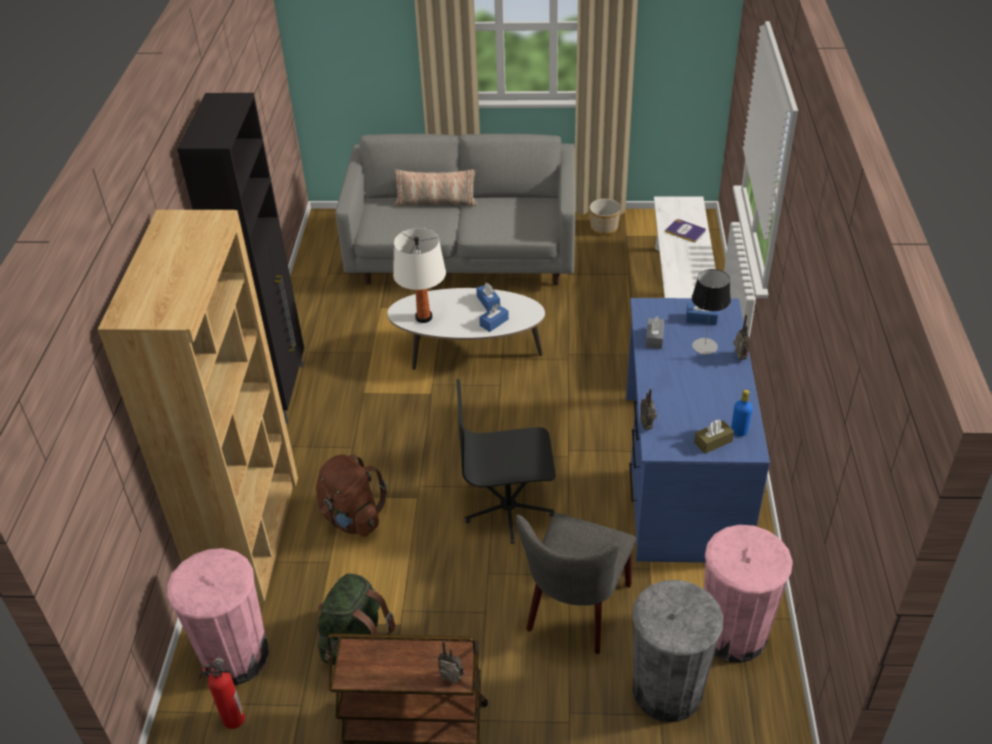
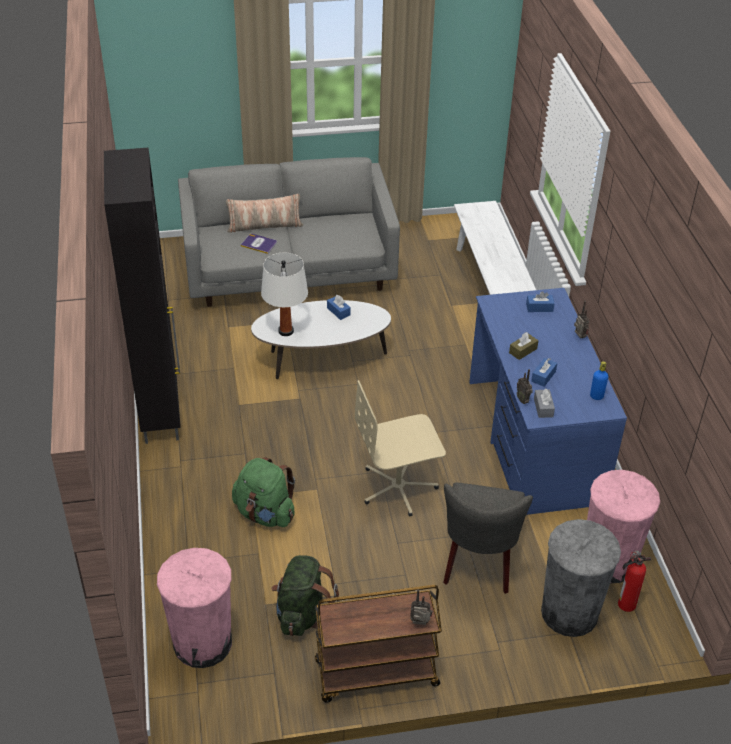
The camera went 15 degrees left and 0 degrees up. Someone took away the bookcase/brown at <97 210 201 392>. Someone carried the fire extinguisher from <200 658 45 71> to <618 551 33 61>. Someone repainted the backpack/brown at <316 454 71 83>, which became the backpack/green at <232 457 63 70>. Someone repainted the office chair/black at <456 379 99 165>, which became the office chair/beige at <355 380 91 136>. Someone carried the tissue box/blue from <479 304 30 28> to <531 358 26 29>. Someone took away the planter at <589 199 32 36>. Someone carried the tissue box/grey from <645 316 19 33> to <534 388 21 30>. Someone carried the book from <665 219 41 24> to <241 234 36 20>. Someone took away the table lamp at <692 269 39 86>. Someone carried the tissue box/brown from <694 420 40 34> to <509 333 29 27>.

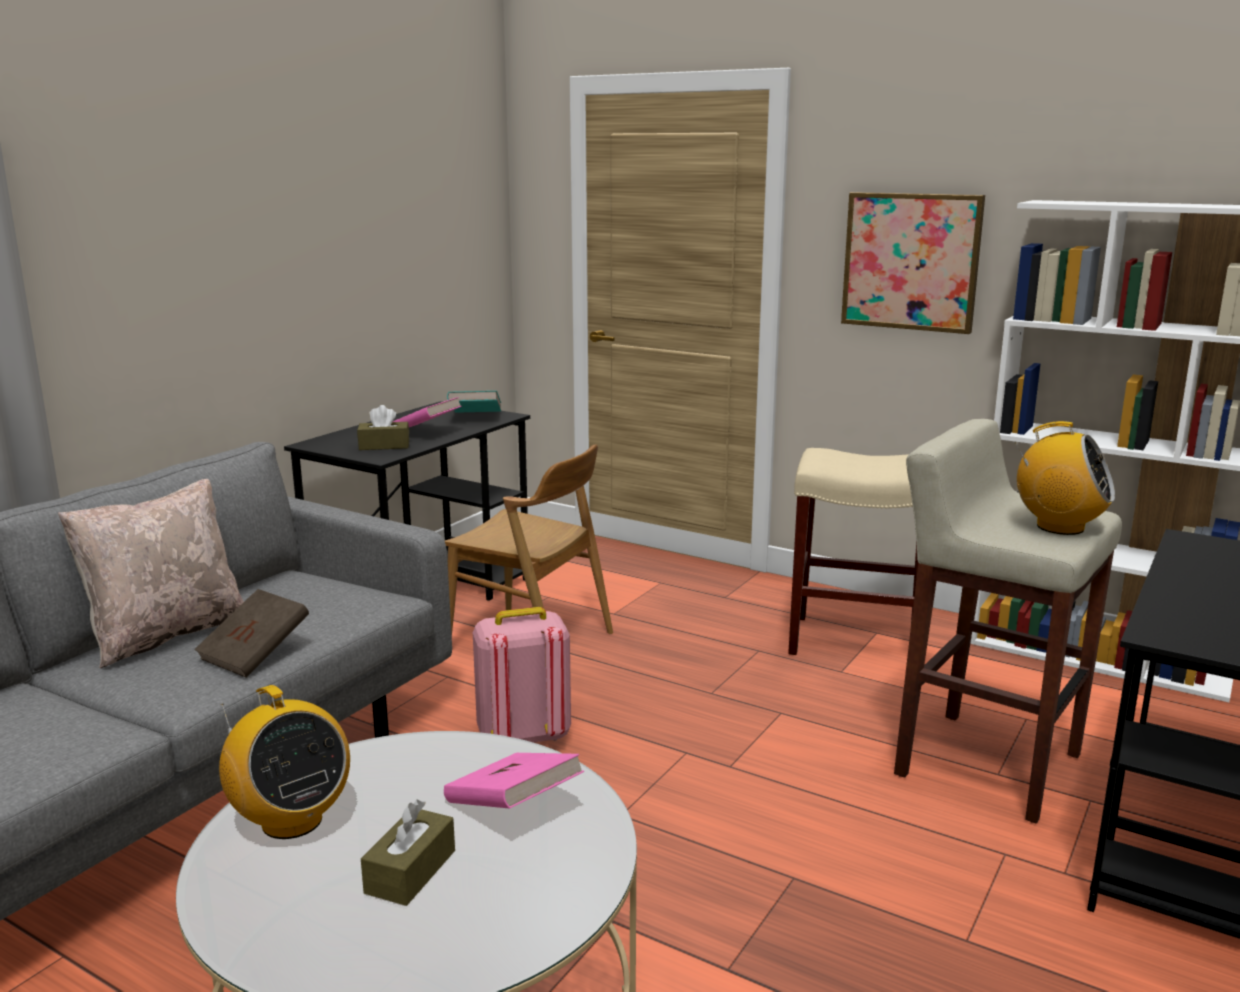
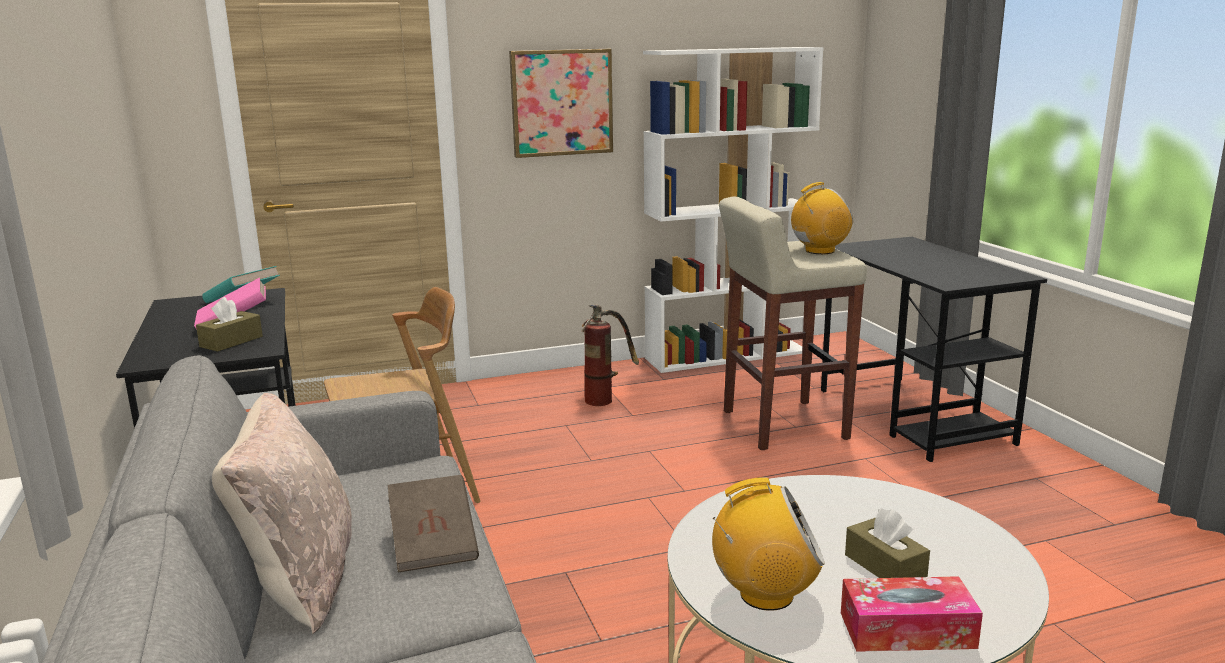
The camera went 50 degrees left and 0 degrees up. Someone took away the book/pink at <444 753 140 56>. Someone took away the backpack/pink at <473 607 98 136>. Someone swapped the stool/beige at <788 448 130 207> for the fire extinguisher at <581 305 58 101>. Someone put down the tissue box at <841 576 142 76>.

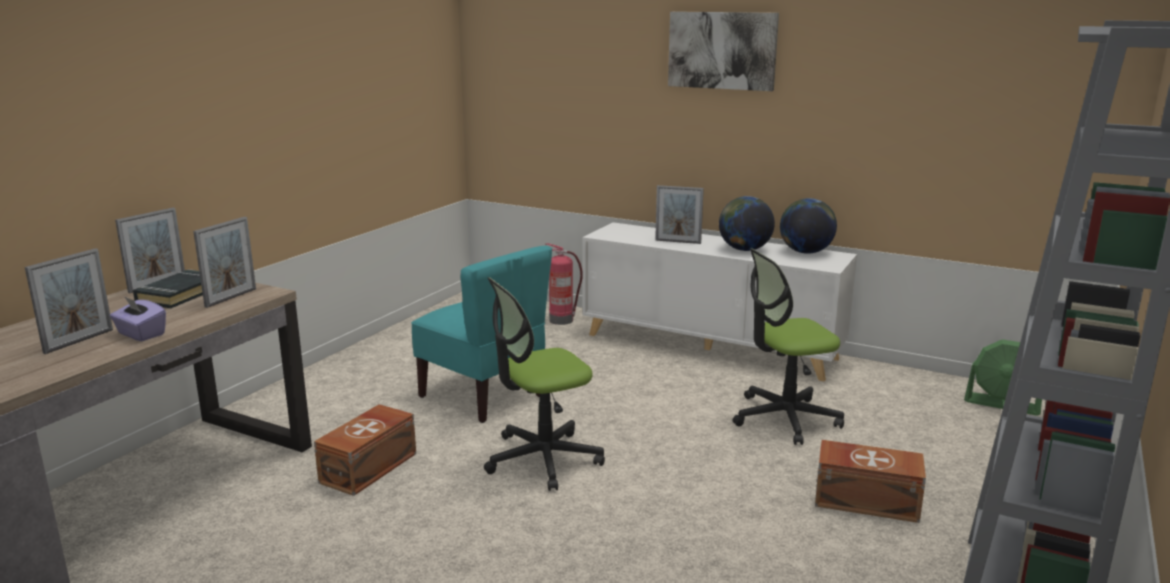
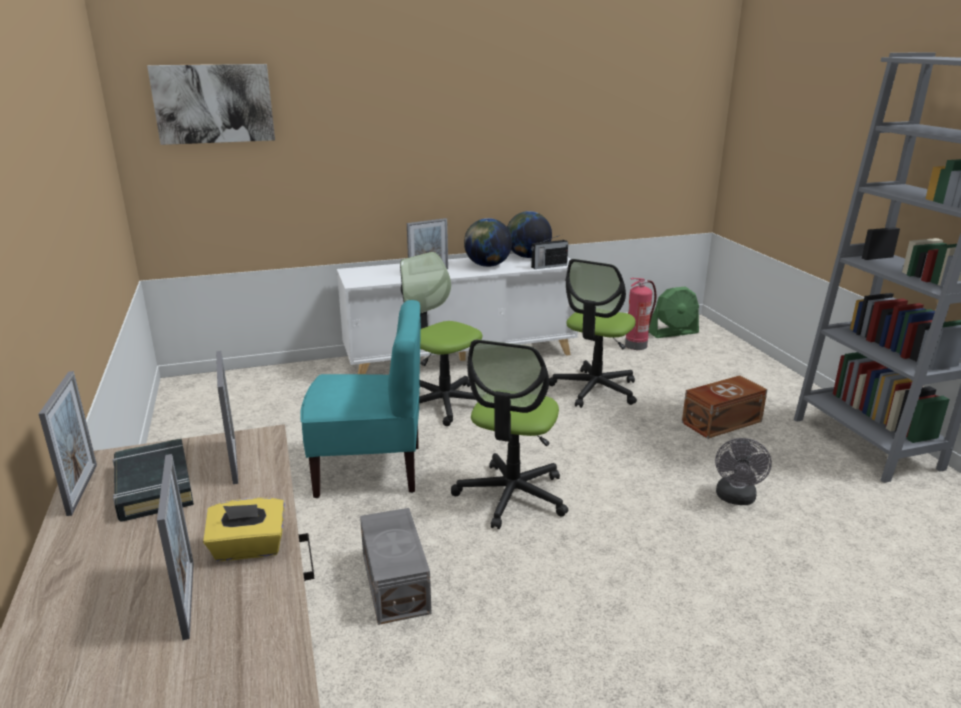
The camera went 45 degrees left and 5 degrees up. Someone repainted the tissue box/purple at <110 296 56 45>, which became the tissue box/yellow at <203 498 82 63>. Someone repainted the storage box/brown at <314 404 102 92>, which became the storage box/grey at <360 508 72 117>. Someone carried the fire extinguisher from <545 243 38 82> to <625 278 31 72>. Someone carried the picture from <668 12 111 79> to <147 64 128 81>. Someone put down the office chair at <400 252 82 174>. Someone put down the radio at <531 234 37 35>. Someone put down the fan/grey at <715 438 57 67>.

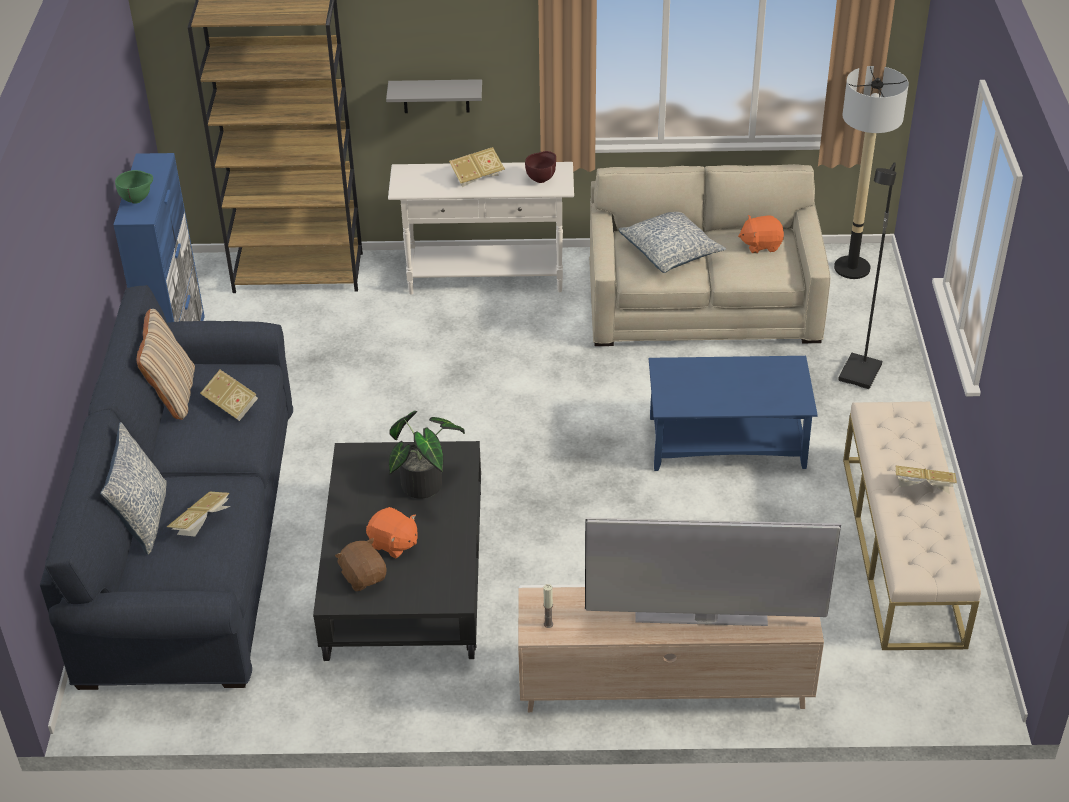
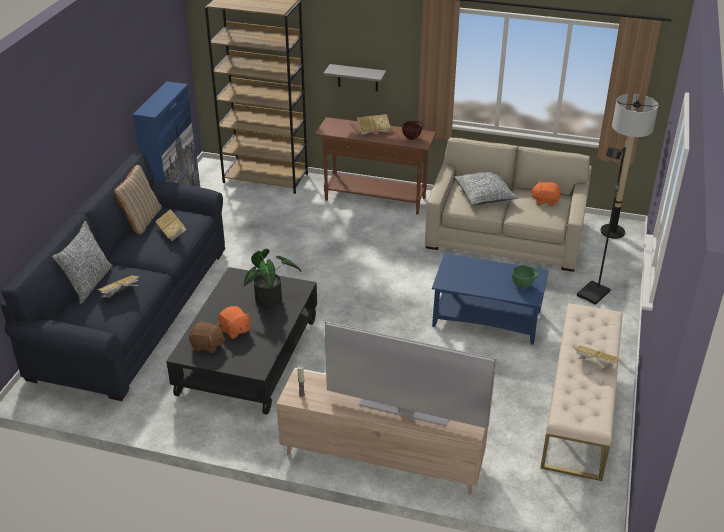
The camera went 15 degrees right and 5 degrees down. Someone carried the bowl/green from <115 170 38 34> to <512 265 27 23>. Someone rotated the plush toy/brown at <335 538 51 53> by 120 degrees clockwise. Someone repainted the console table/white at <388 162 186 132>, which became the console table/brown at <315 117 122 98>.

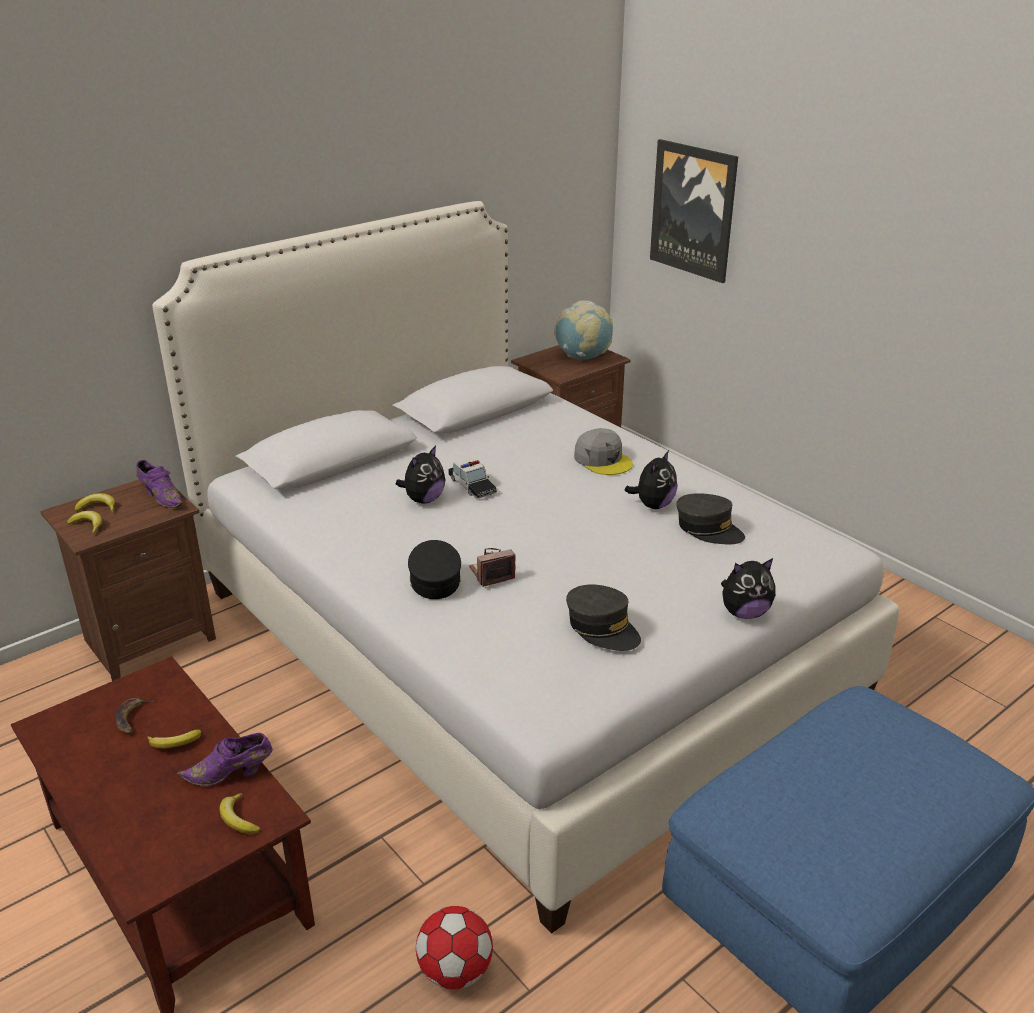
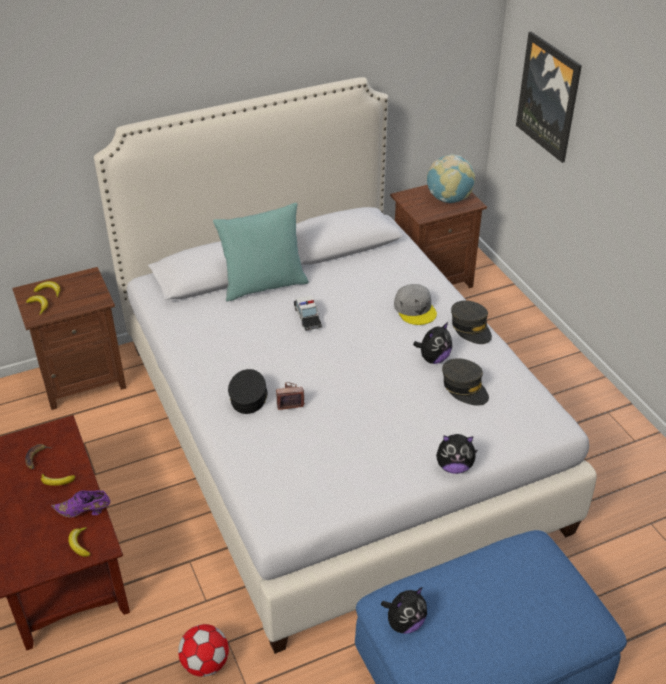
The camera went 15 degrees right and 10 degrees up. Someone took away the shoe/purple at <136 460 46 48>. Someone carried the plush toy from <396 445 49 59> to <381 587 46 47>. Someone carried the cap/grey from <566 584 75 67> to <451 300 41 44>. Someone put down the pillow/turquoise at <213 203 96 99>.

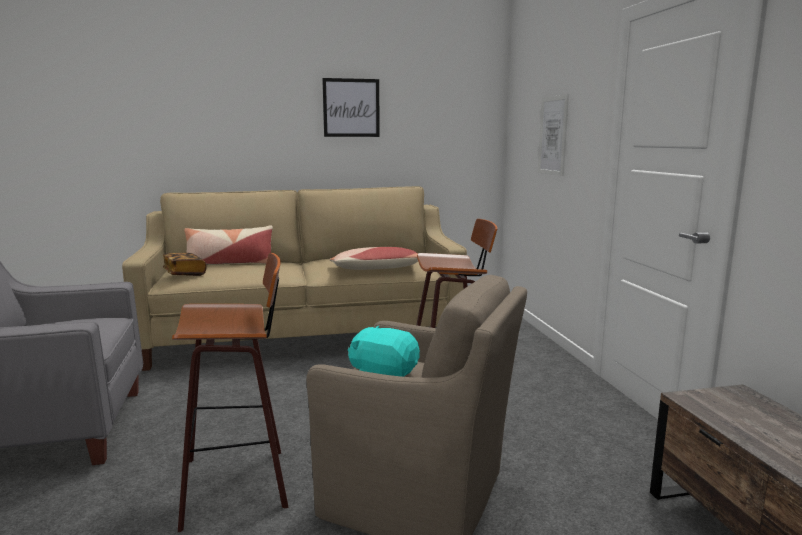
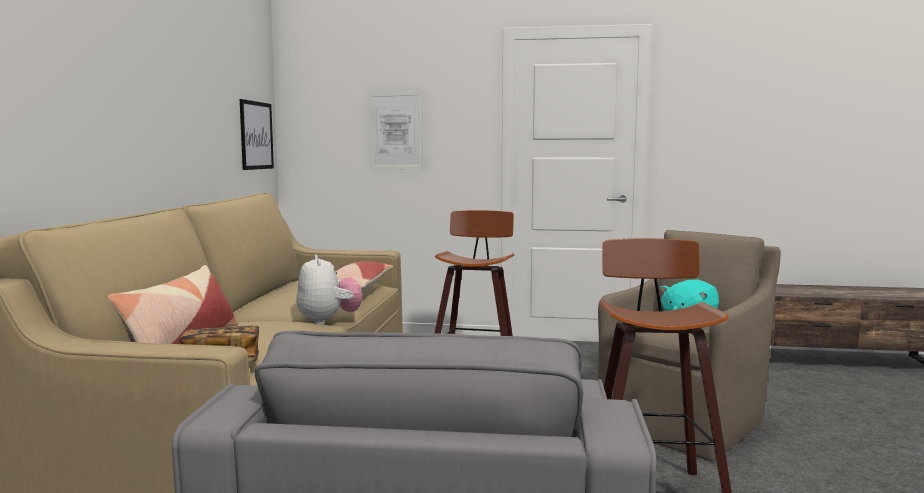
The camera went 70 degrees left and 5 degrees down. Someone carried the picture from <322 78 58 59> to <240 99 34 71>. Someone put down the plush toy at <296 255 66 69>.

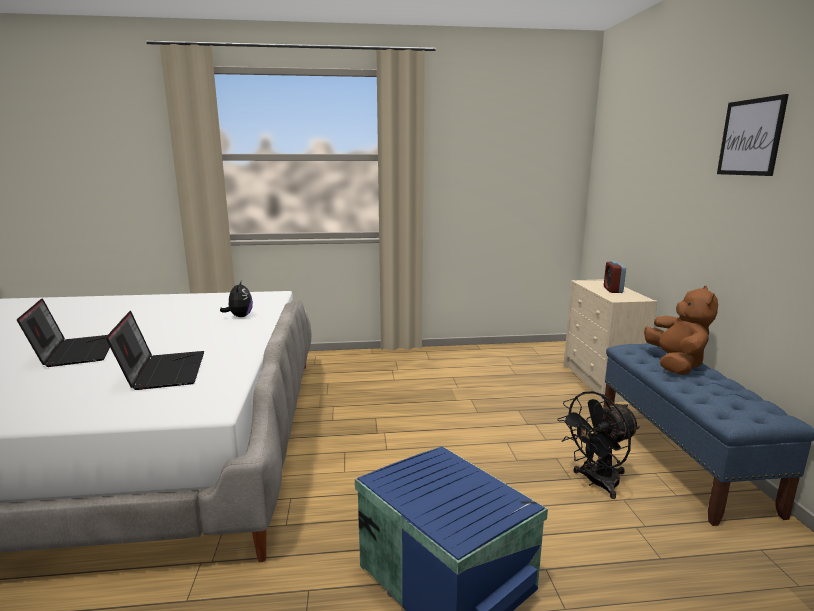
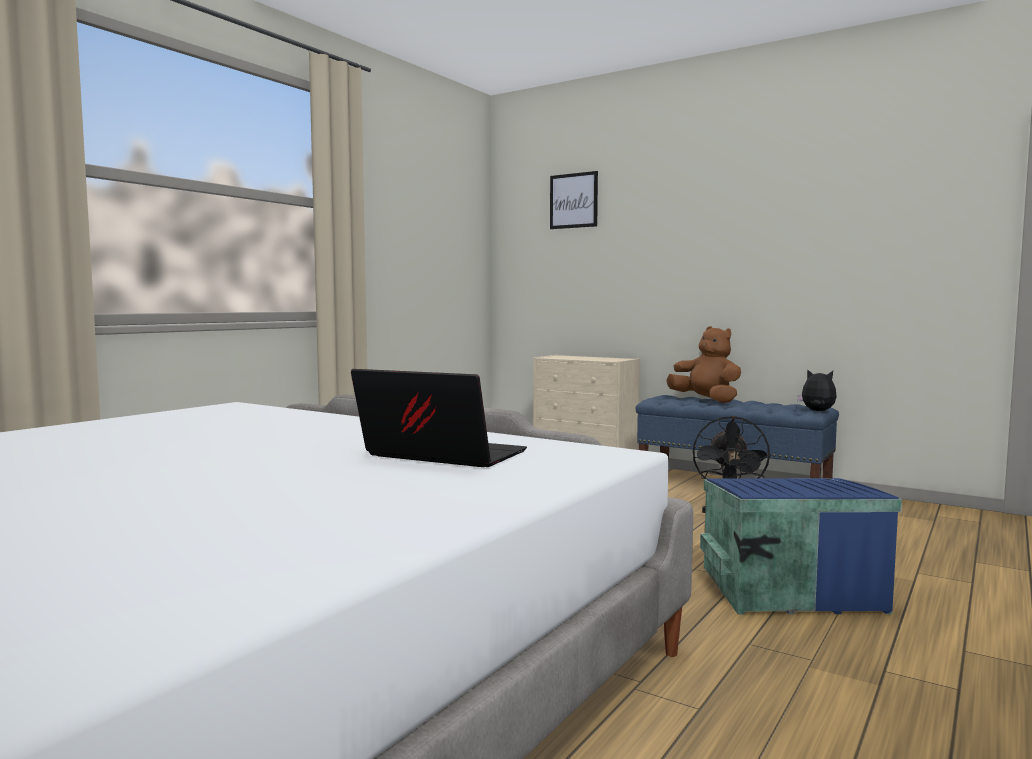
The camera went 50 degrees left and 10 degrees down. Someone took away the laptop at <17 298 93 69>. Someone carried the plush toy from <220 281 33 36> to <797 369 40 42>. Someone took away the alarm clock at <604 261 22 32>. Someone carried the picture from <717 94 72 82> to <550 171 48 58>.

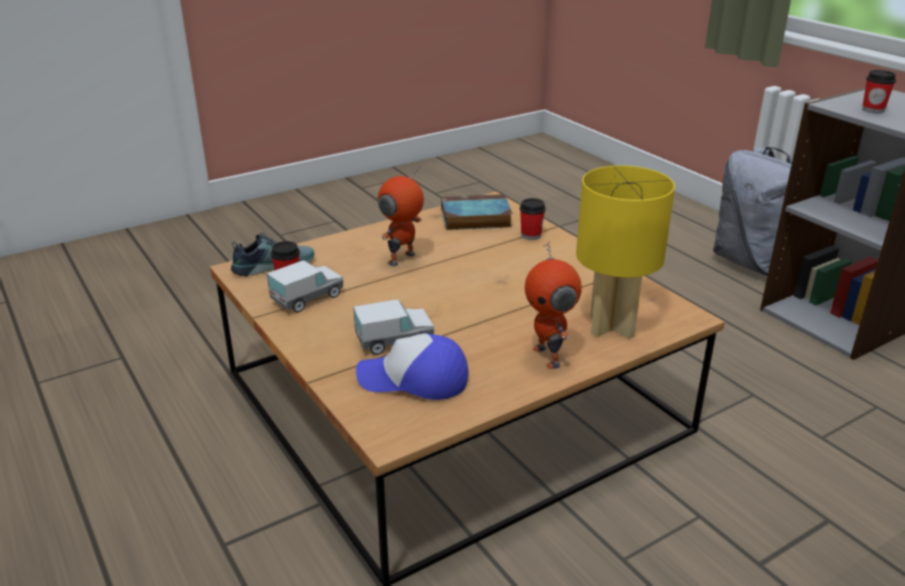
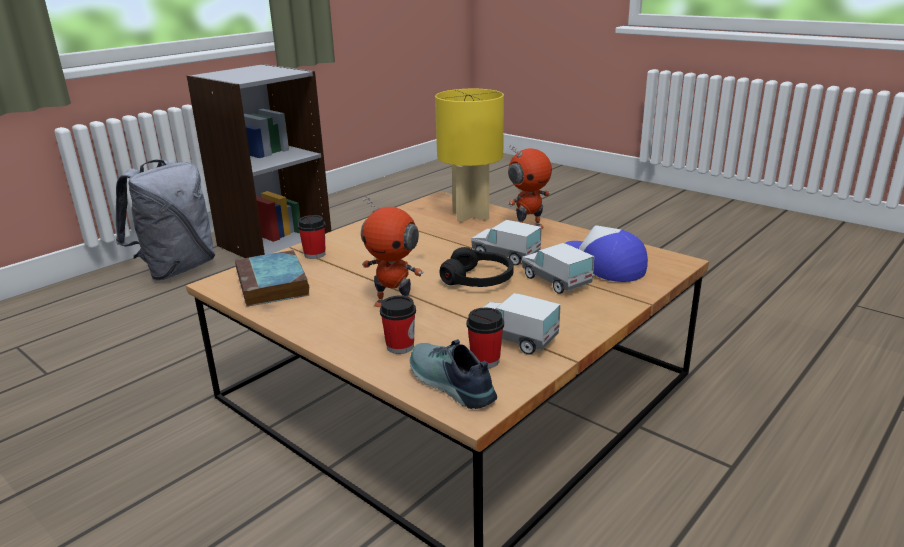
The camera went 105 degrees left and 5 degrees down. Someone rotated the cap at <356 333 113 67> by 150 degrees clockwise. Someone carried the cup from <862 70 34 43> to <380 296 36 58>. Someone put down the headphones/black at <440 247 74 40>. Someone put down the toy truck at <471 220 71 45>.

